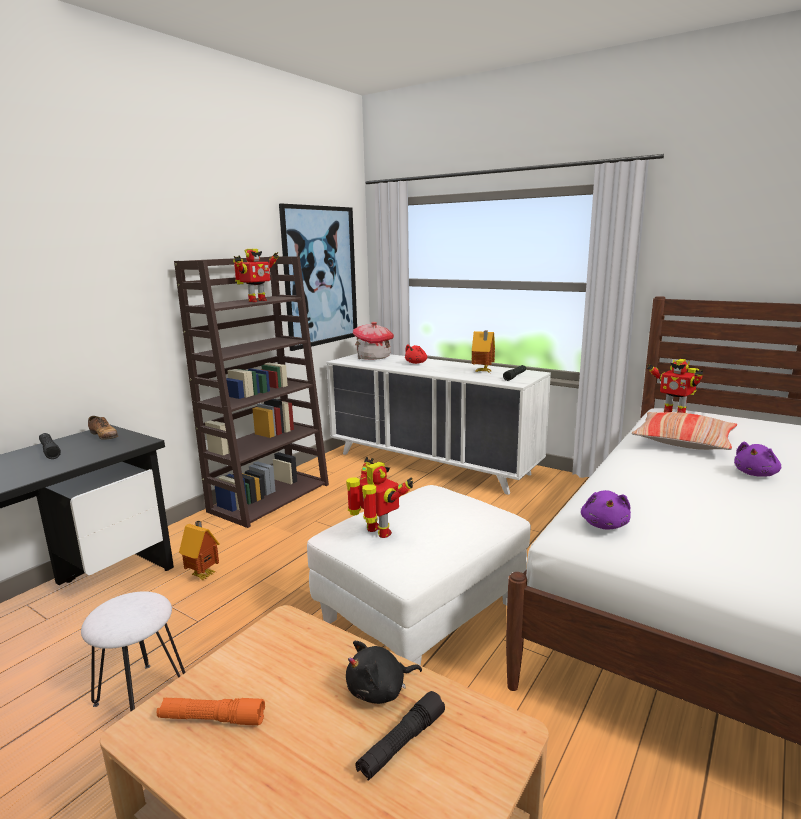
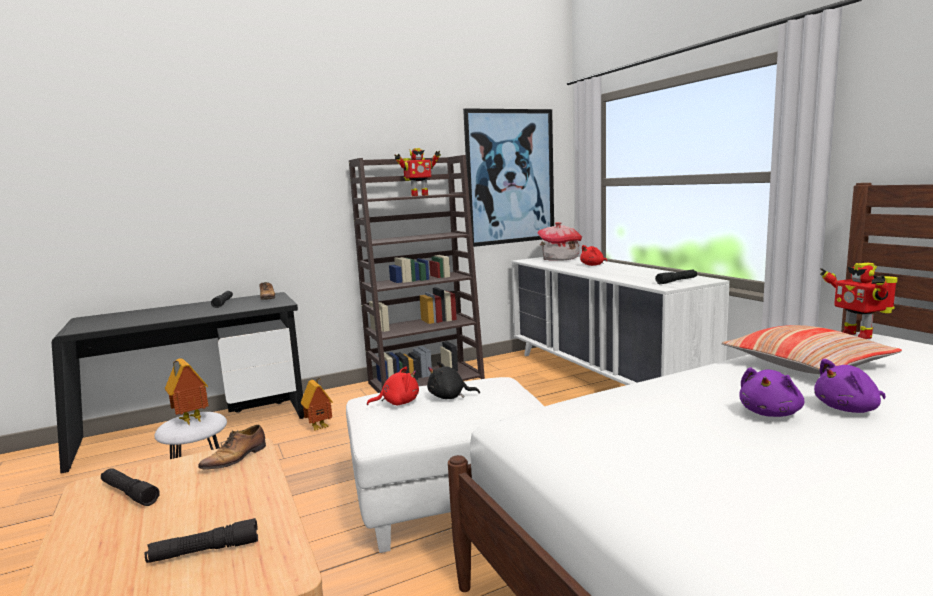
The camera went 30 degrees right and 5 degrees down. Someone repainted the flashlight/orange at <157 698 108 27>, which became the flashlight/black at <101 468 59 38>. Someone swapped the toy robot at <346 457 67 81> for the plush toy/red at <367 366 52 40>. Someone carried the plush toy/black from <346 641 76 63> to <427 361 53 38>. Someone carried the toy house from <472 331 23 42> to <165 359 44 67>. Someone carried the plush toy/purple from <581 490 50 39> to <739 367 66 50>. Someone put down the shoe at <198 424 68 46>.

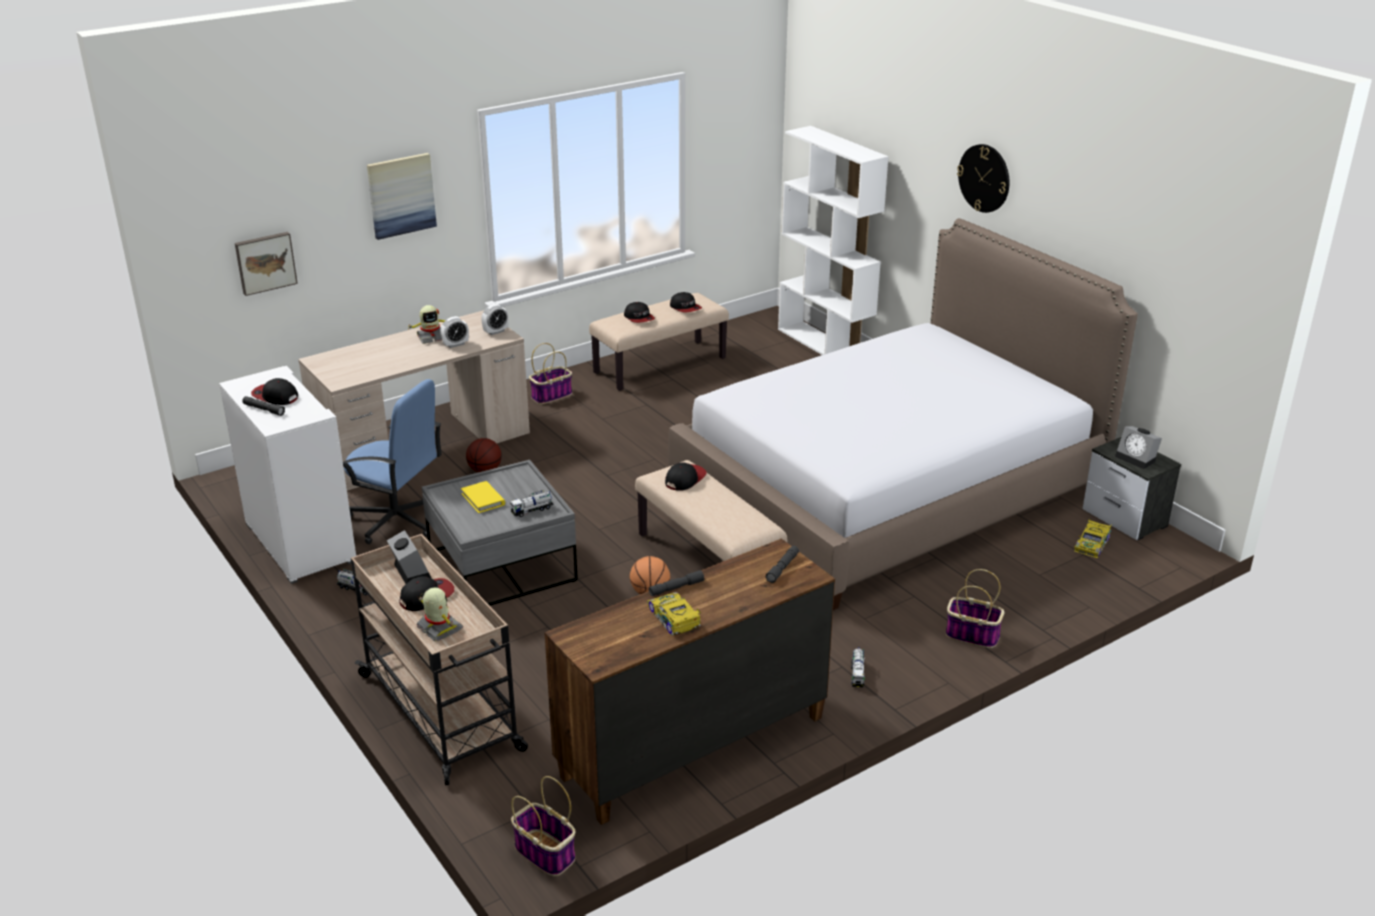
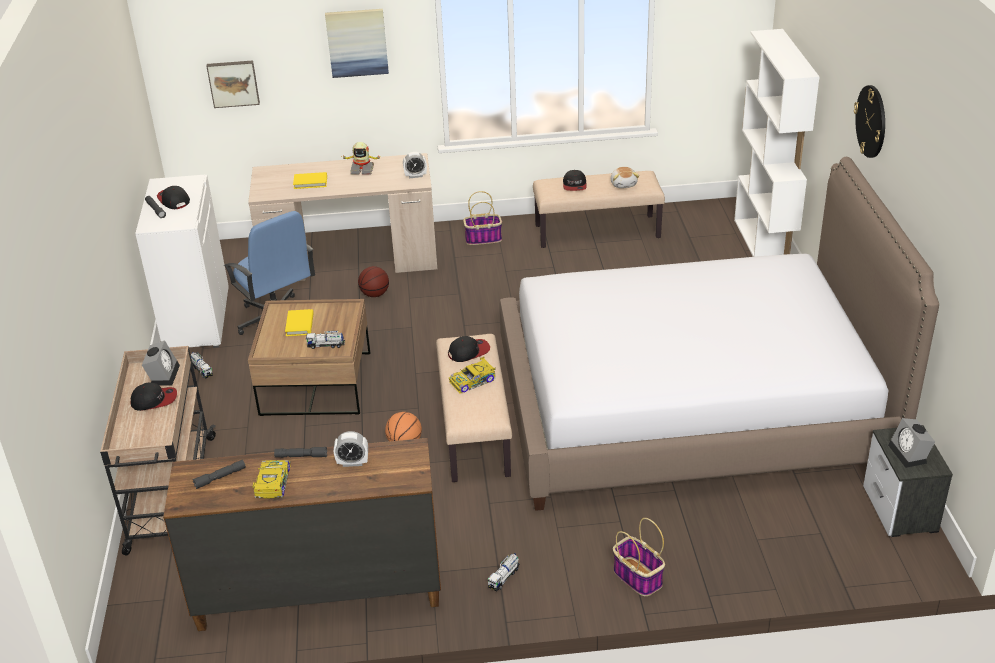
The camera went 30 degrees right and 5 degrees up. Someone took away the toy robot at <417 588 46 54>. Someone repainted the coffee table/grey at <422 460 156 146>, which became the coffee table/brown at <248 299 122 117>. Someone carried the alarm clock from <440 316 29 32> to <334 431 34 36>. Someone took away the basket at <511 776 65 100>. Someone swapped the cap at <670 292 32 21> for the plush toy at <611 167 29 21>. Someone carried the flashlight/grey from <765 546 34 37> to <193 460 53 29>. Someone carried the toy car from <1074 518 38 40> to <449 357 47 37>. Someone put down the book/yellow at <293 172 34 17>.

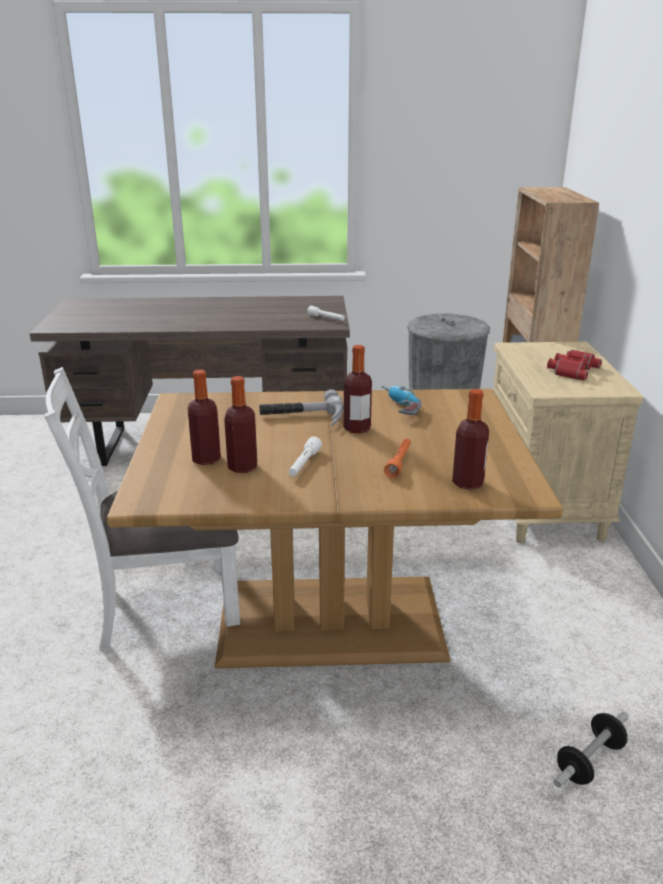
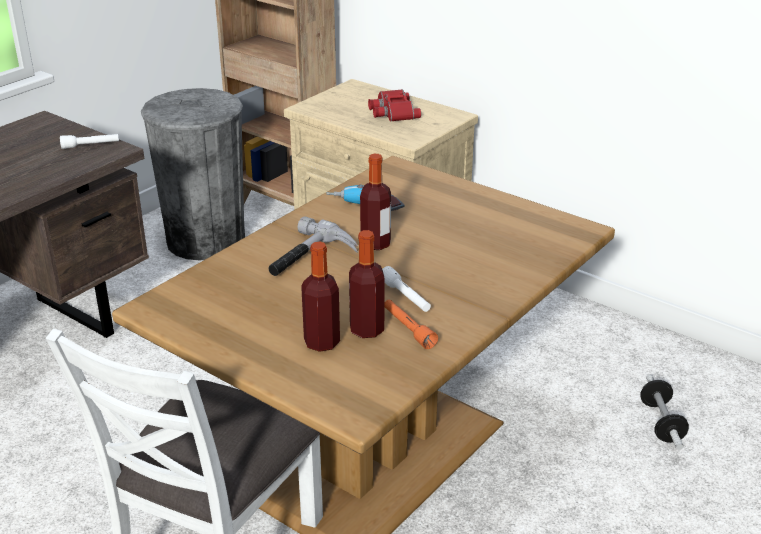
The camera went 50 degrees left and 5 degrees up. Someone carried the flashlight/orange from <384 438 27 40> to <384 300 54 49>. Someone took away the bottle at <452 389 37 101>.

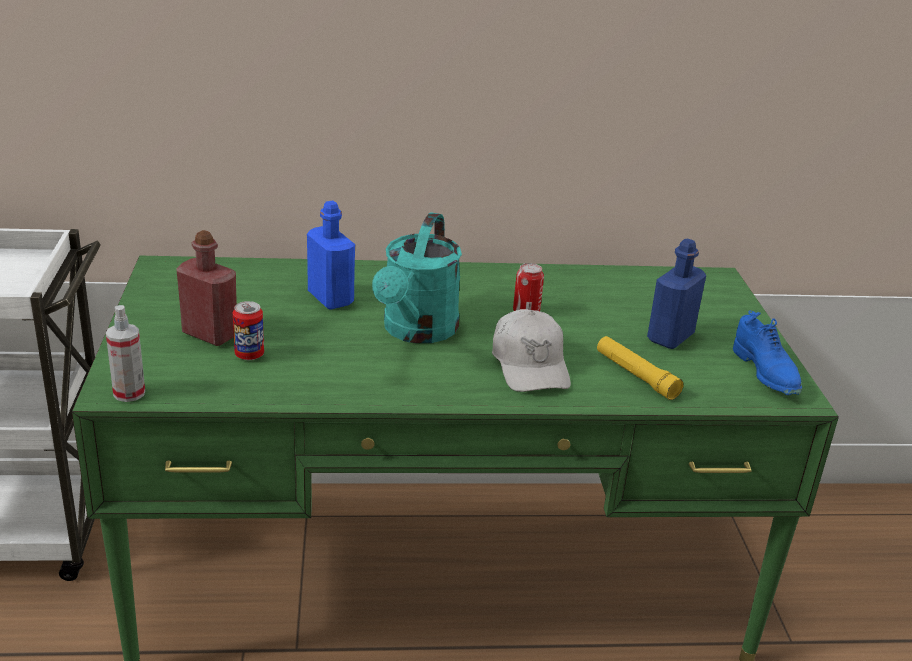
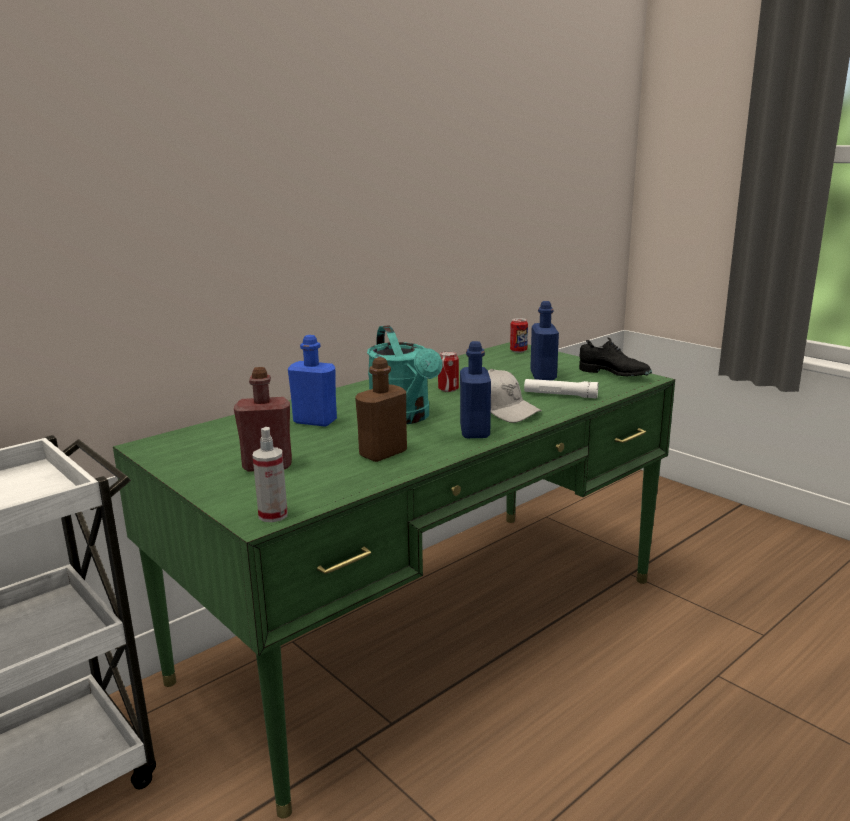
The camera went 35 degrees left and 10 degrees down. Someone carried the can from <233 301 31 59> to <510 318 18 35>. Someone repainted the flashlight/yellow at <597 336 87 64>, which became the flashlight/white at <524 379 74 19>. Someone repainted the shoe/blue at <733 310 69 85>, which became the shoe/black at <579 338 73 38>. Someone put down the bottle/brown at <355 357 52 105>. Someone put down the bottle/blue at <460 341 31 97>.

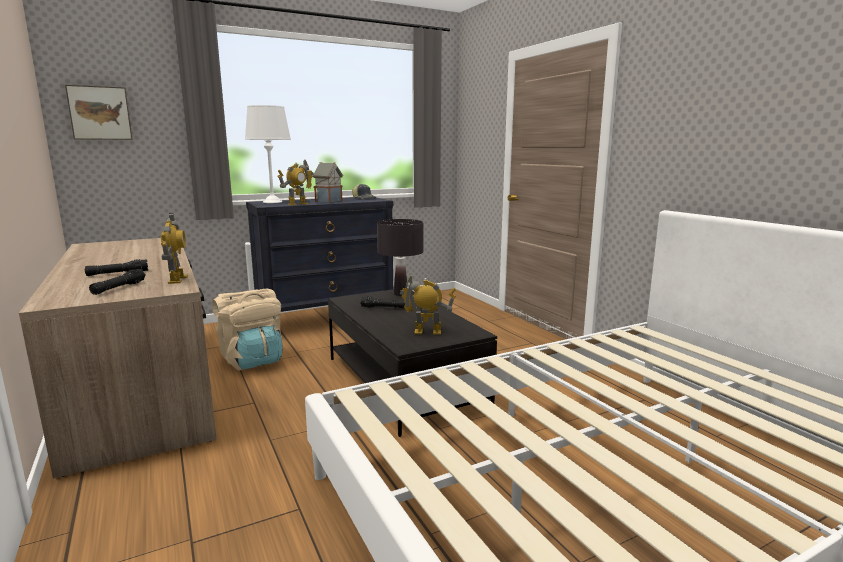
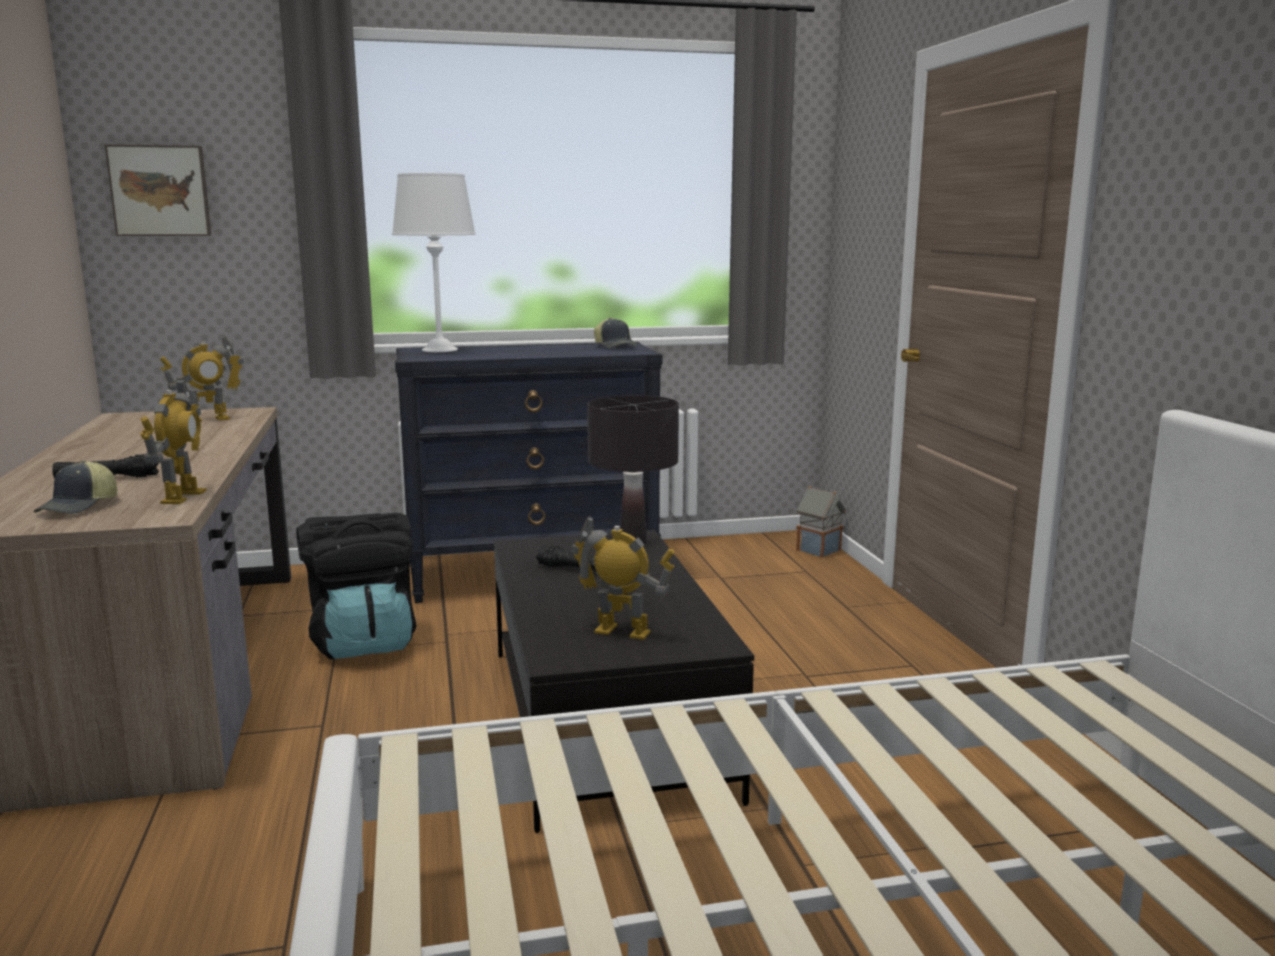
The camera went 15 degrees right and 0 degrees up. Someone swapped the flashlight/black at <89 269 57 26> for the cap at <34 460 83 54>. Someone repainted the backpack/beige at <212 289 71 82>, which became the backpack/black at <296 513 120 146>. Someone carried the toy robot from <278 160 36 45> to <160 335 84 87>. Someone carried the toy house from <313 162 30 41> to <796 486 50 72>.

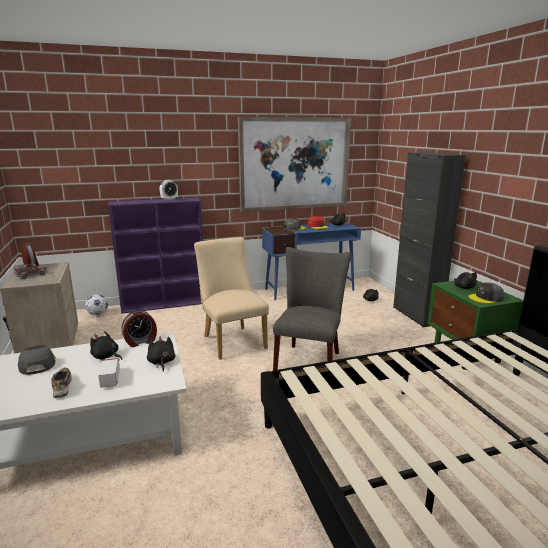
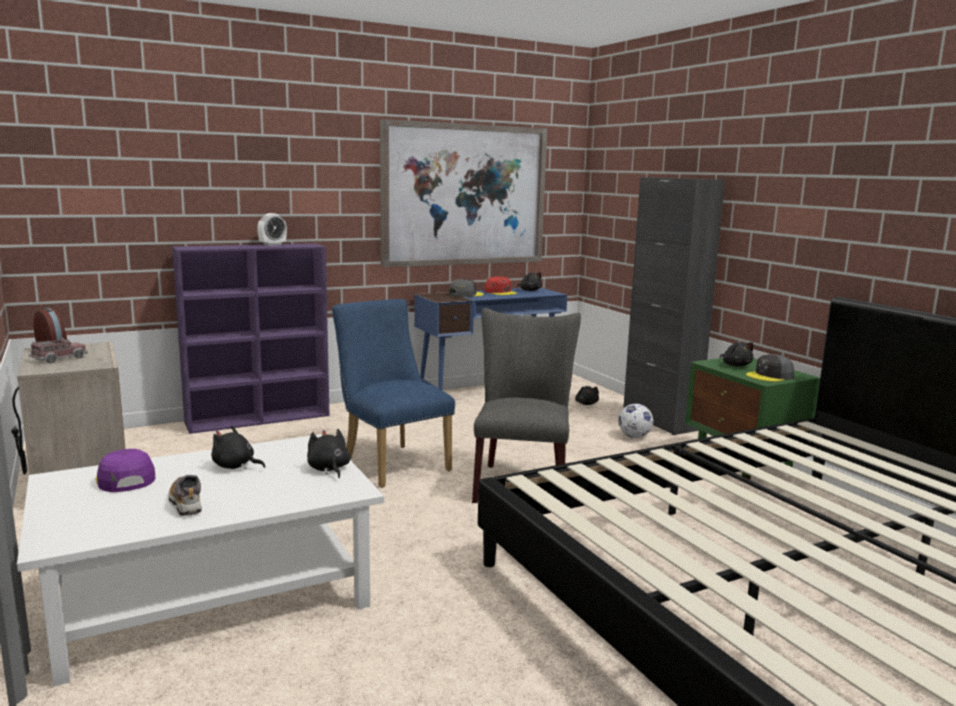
The camera went 10 degrees left and 5 degrees down. Someone repainted the cap/grey at <18 345 38 30>, which became the cap/purple at <95 449 60 43>. Someone carried the football from <85 294 23 21> to <618 404 35 34>. Someone took away the toy truck at <98 357 22 31>. Someone took away the alarm clock at <122 311 35 36>. Someone repainted the chair/beige at <194 237 75 123>, which became the chair/blue at <332 299 123 189>.

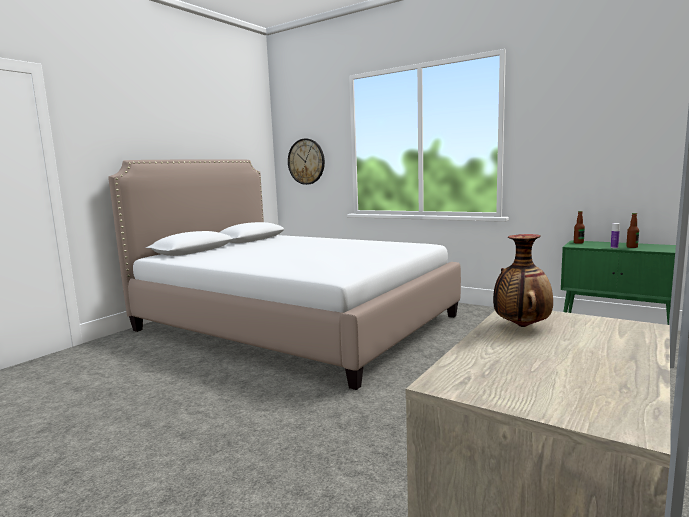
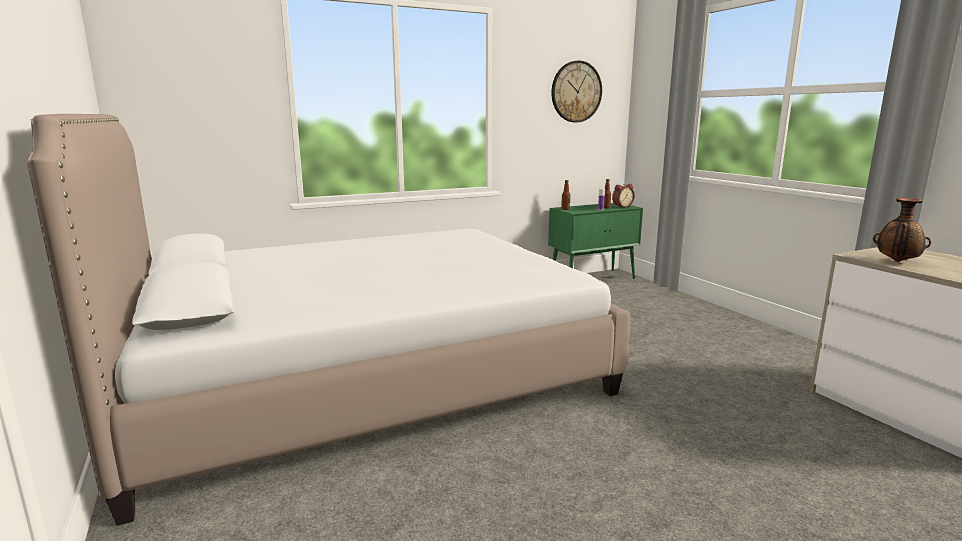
The camera went 60 degrees left and 5 degrees up. Someone carried the wall clock from <288 139 37 46> to <551 61 51 62>. Someone put down the alarm clock at <612 184 23 24>.

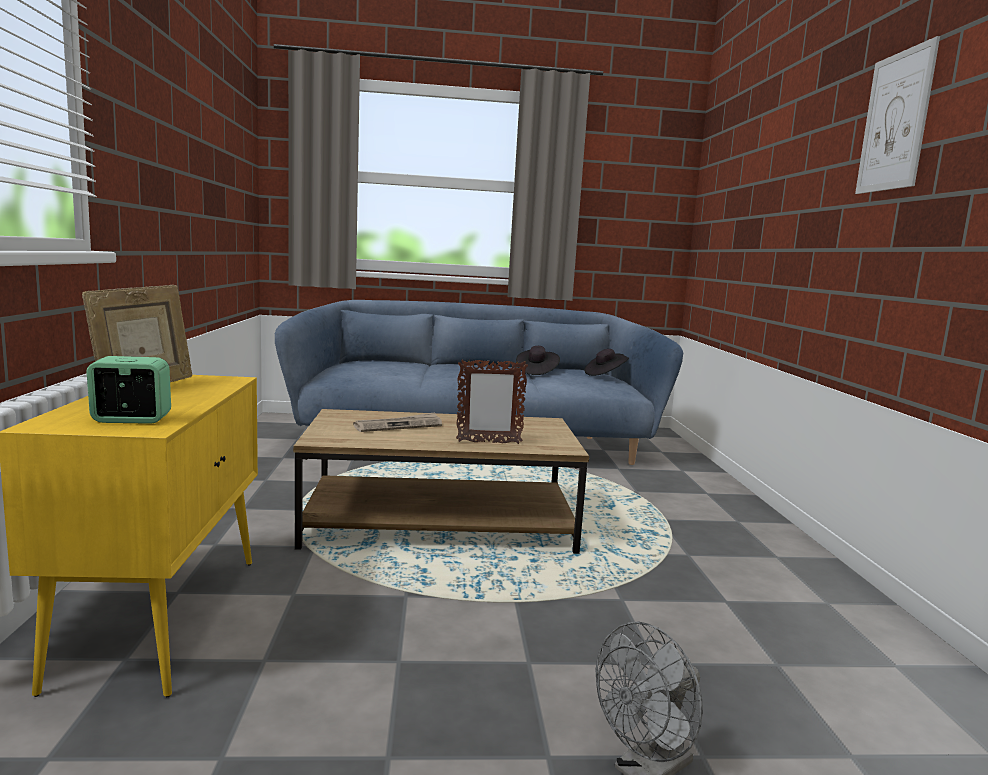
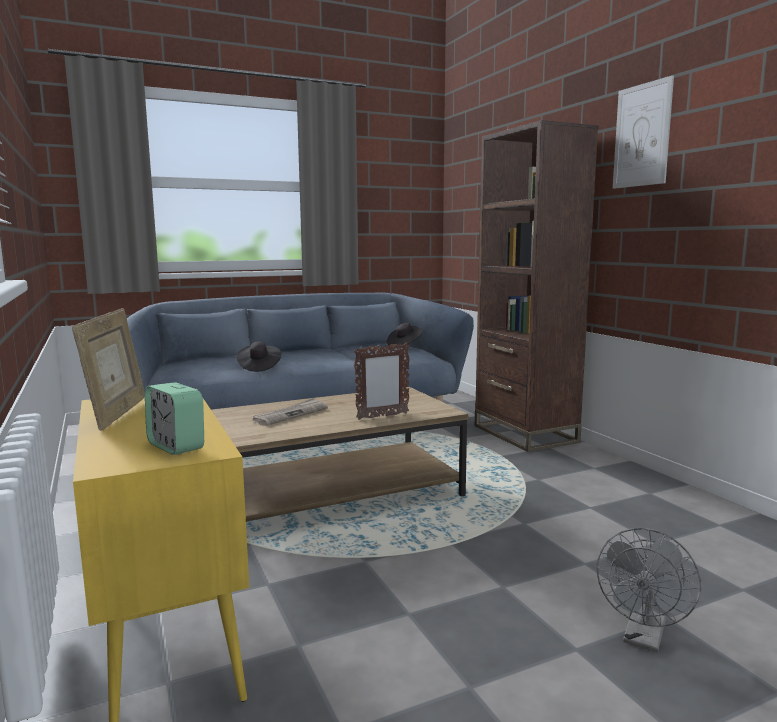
The camera went 20 degrees left and 0 degrees up. Someone rotated the alarm clock at <86 356 85 68> by 105 degrees counterclockwise. Someone carried the hat/black from <516 346 44 29> to <237 341 44 31>. Someone put down the bookcase/brown at <475 120 124 332>.

